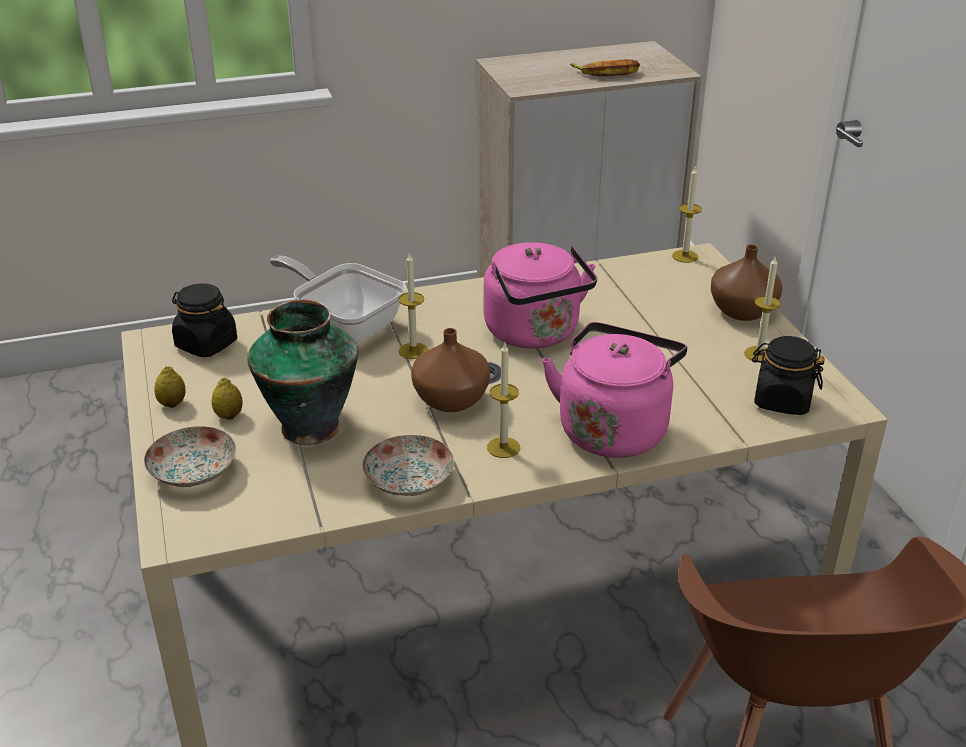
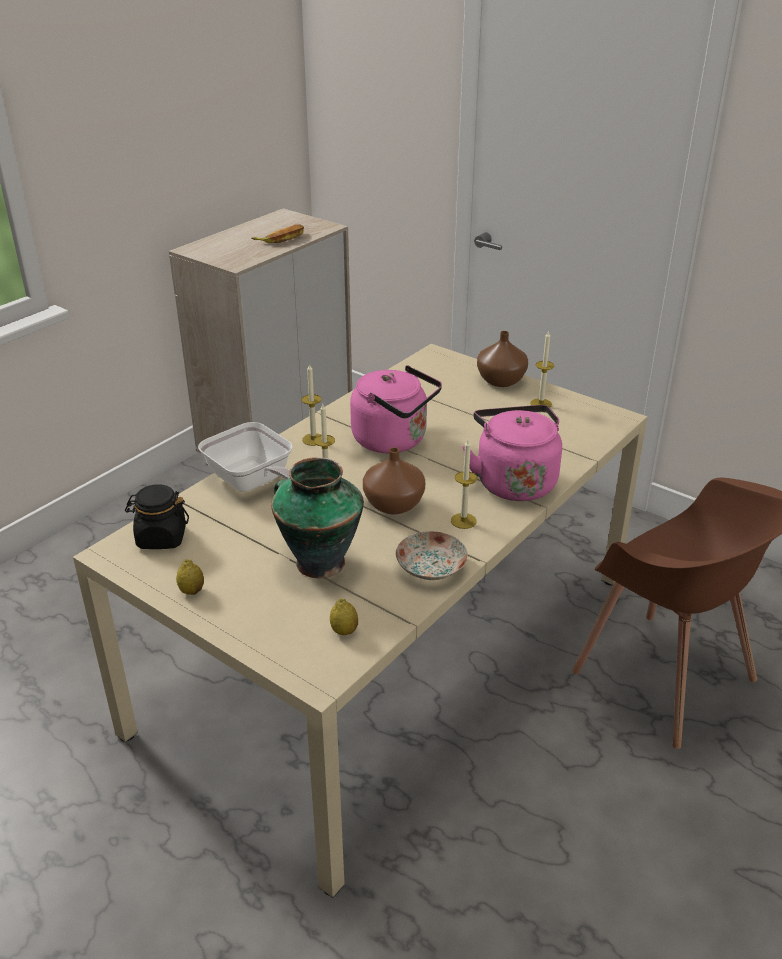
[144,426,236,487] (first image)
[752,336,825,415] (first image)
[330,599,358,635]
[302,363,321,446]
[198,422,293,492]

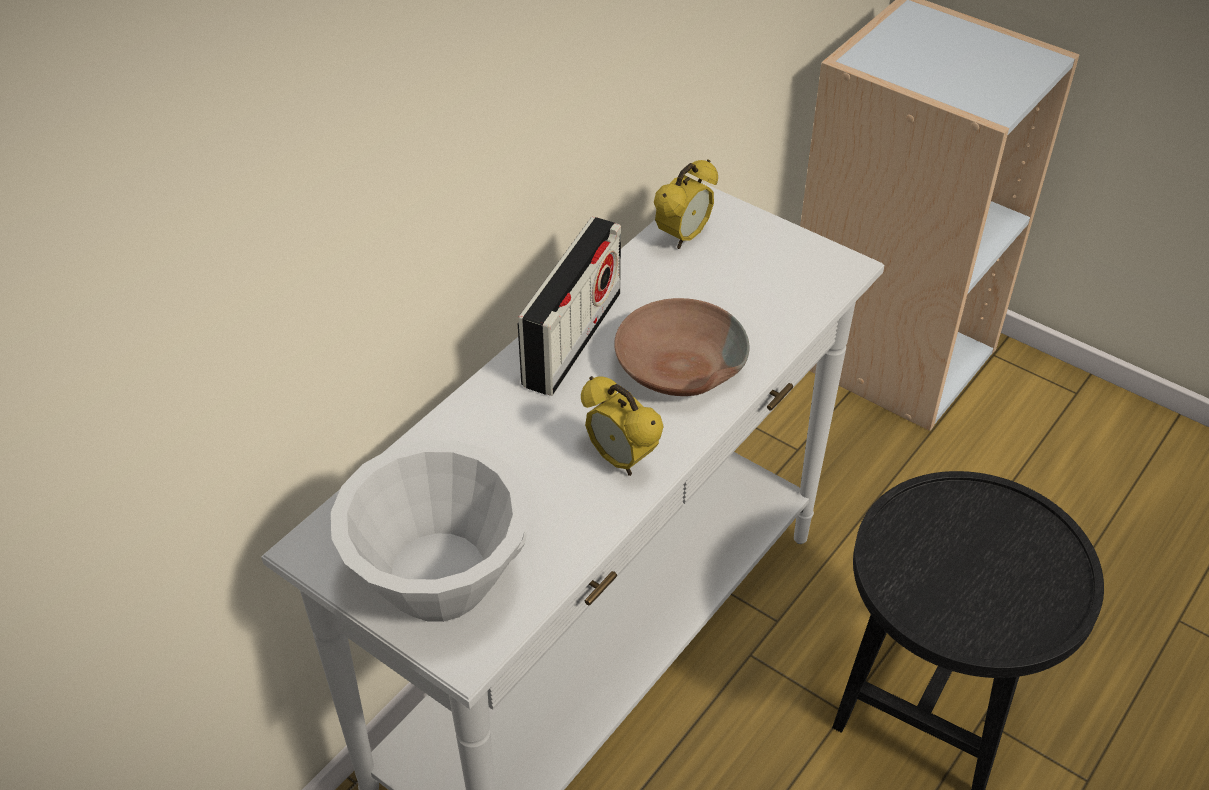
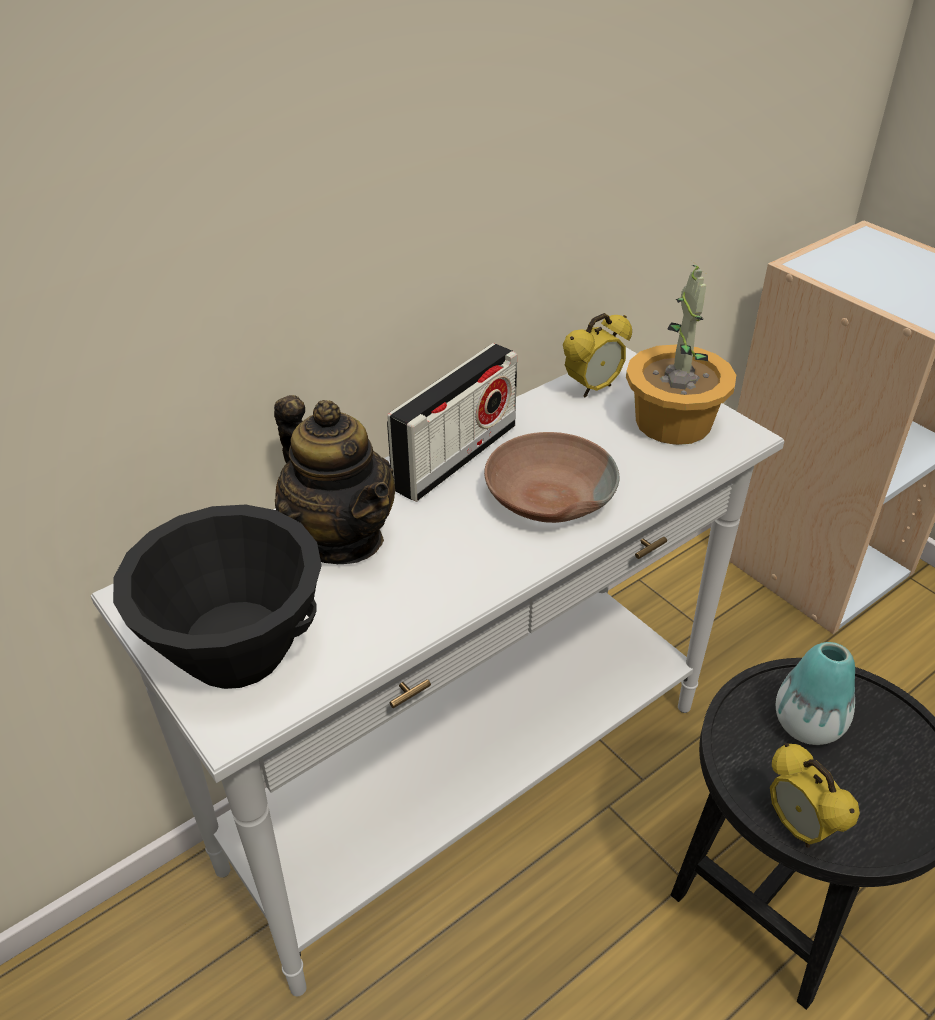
[274,395,395,564]
[626,265,736,445]
[776,642,855,745]
[770,743,860,848]
[113,505,322,689]

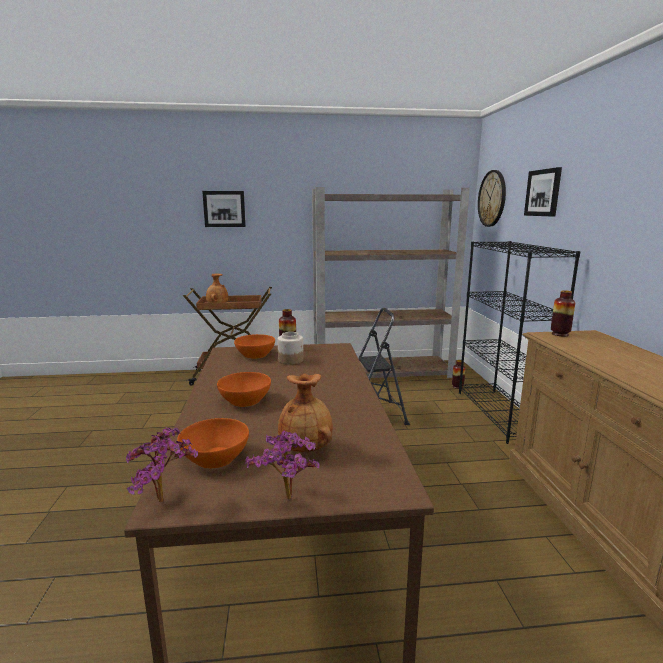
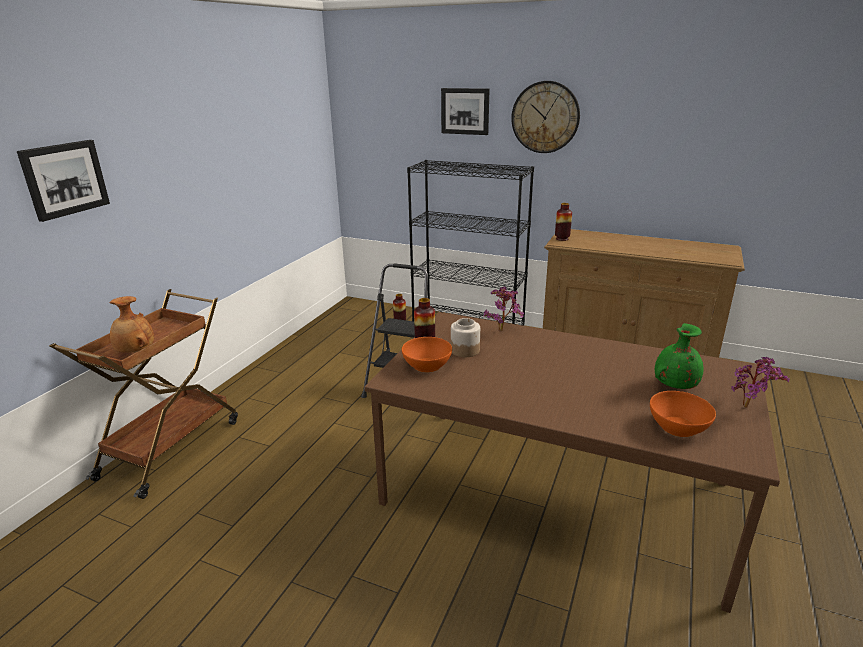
[217,372,271,407] (first image)
[312,187,470,378] (first image)
[484,286,524,331]
[511,81,580,153]
[655,323,703,389]

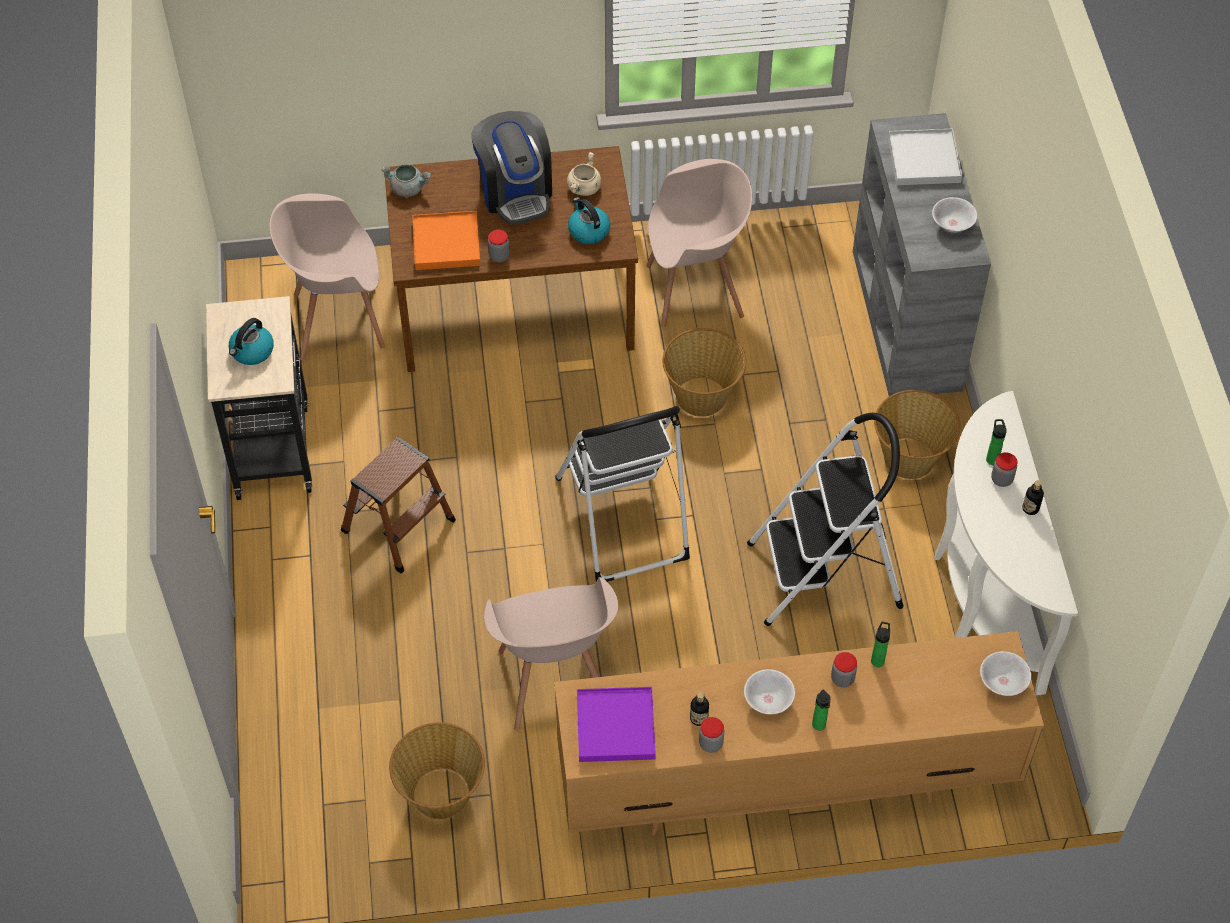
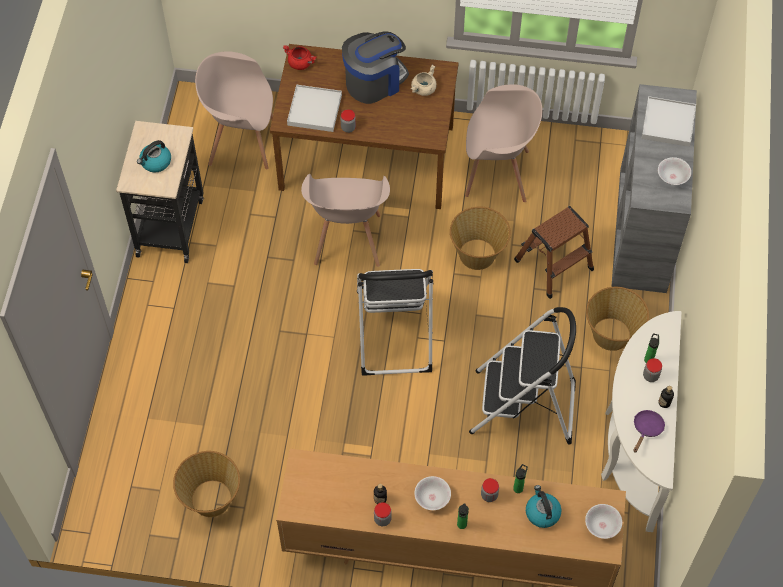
[577,687,656,762] (first image)
[633,410,665,453]
[514,206,594,299]
[301,174,390,267]
[526,485,561,528]
[283,45,317,70]
[287,85,342,132]
[342,31,409,104]

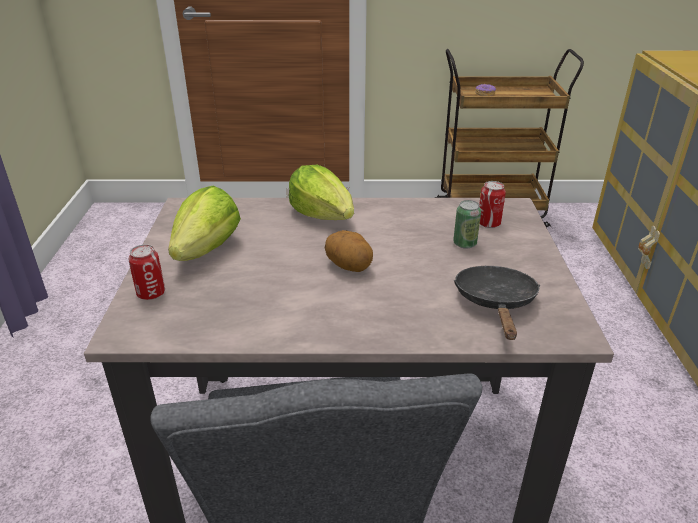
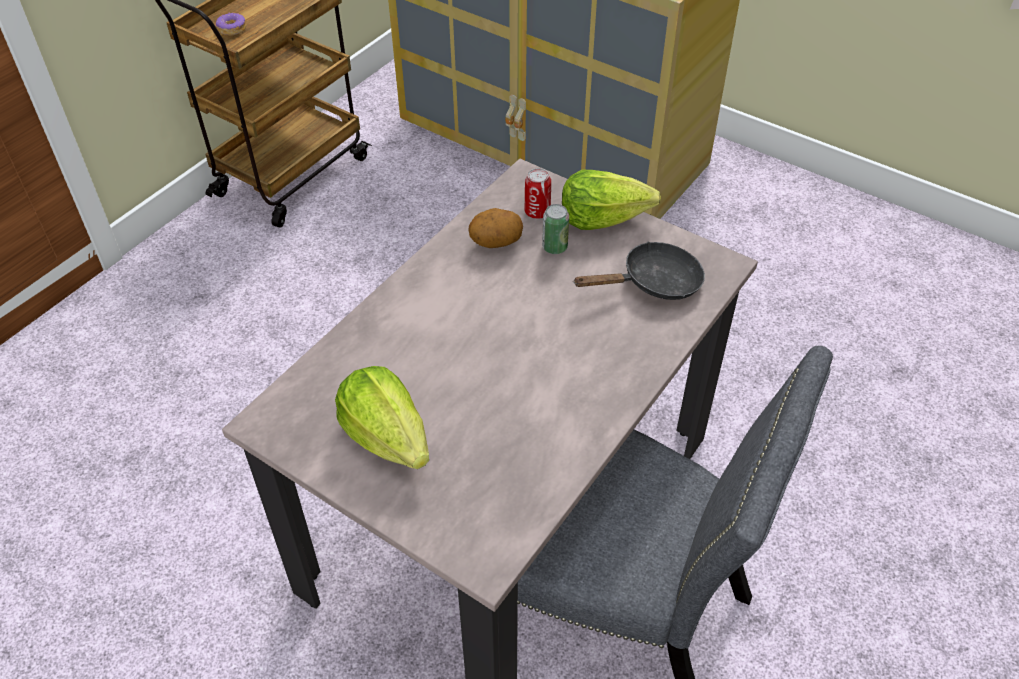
[128,244,165,300] (first image)
[562,170,661,230]
[468,208,523,248]
[573,242,705,300]

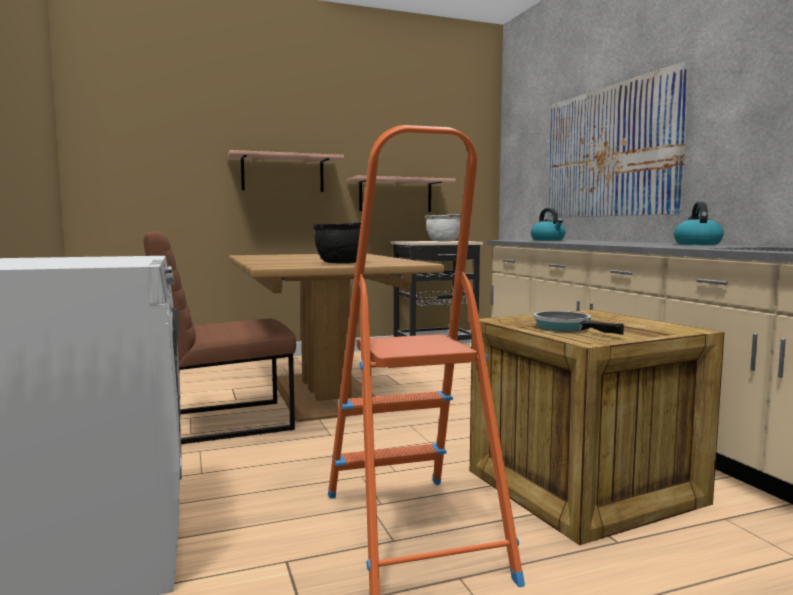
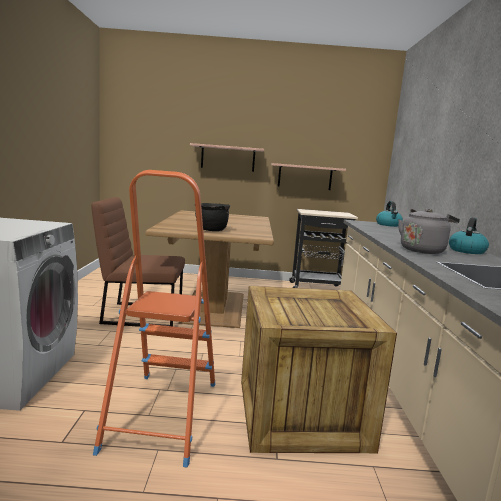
[425,214,461,241] (first image)
[533,311,624,335] (first image)
[547,61,690,218] (first image)
[398,209,460,254]

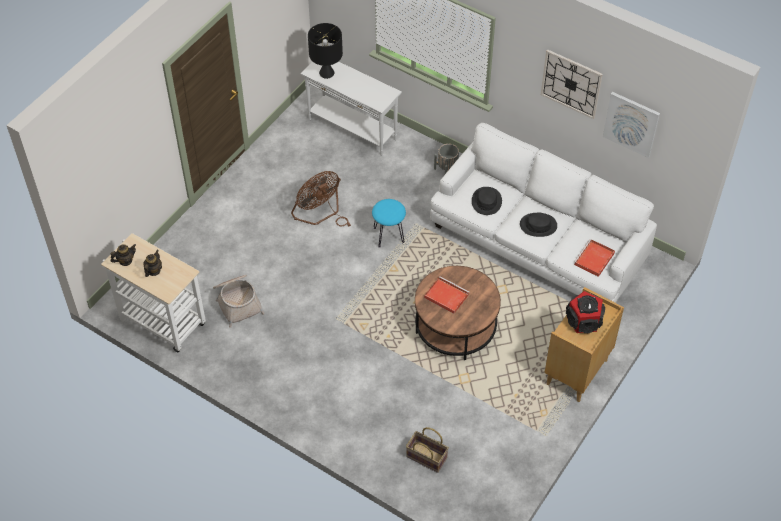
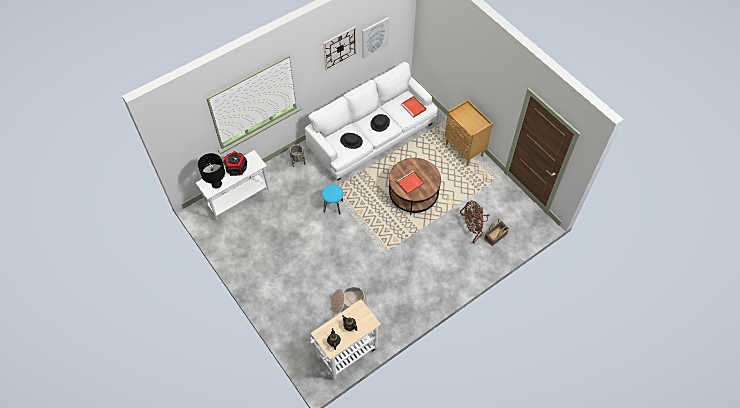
[460,200,490,243]
[223,151,247,176]

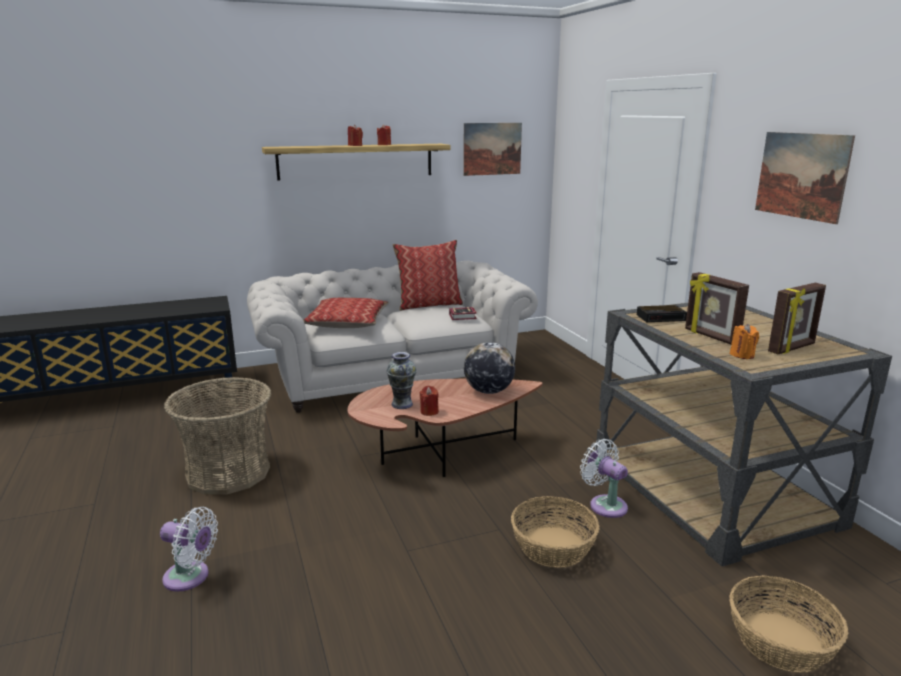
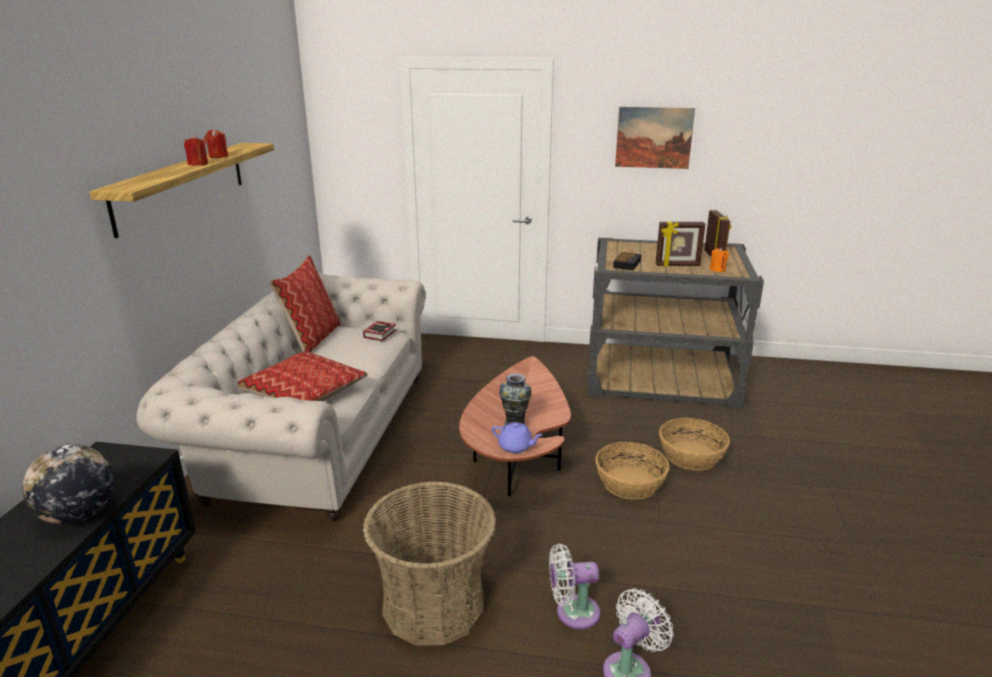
[419,386,439,416] (first image)
[463,123,522,176] (first image)
[492,422,543,453]
[23,444,114,525]
[549,544,600,629]
[595,442,669,500]

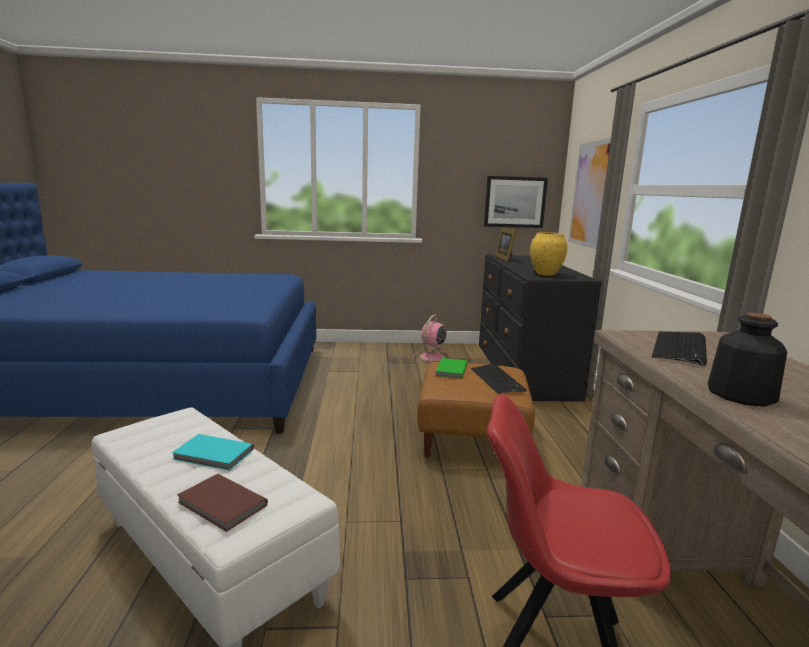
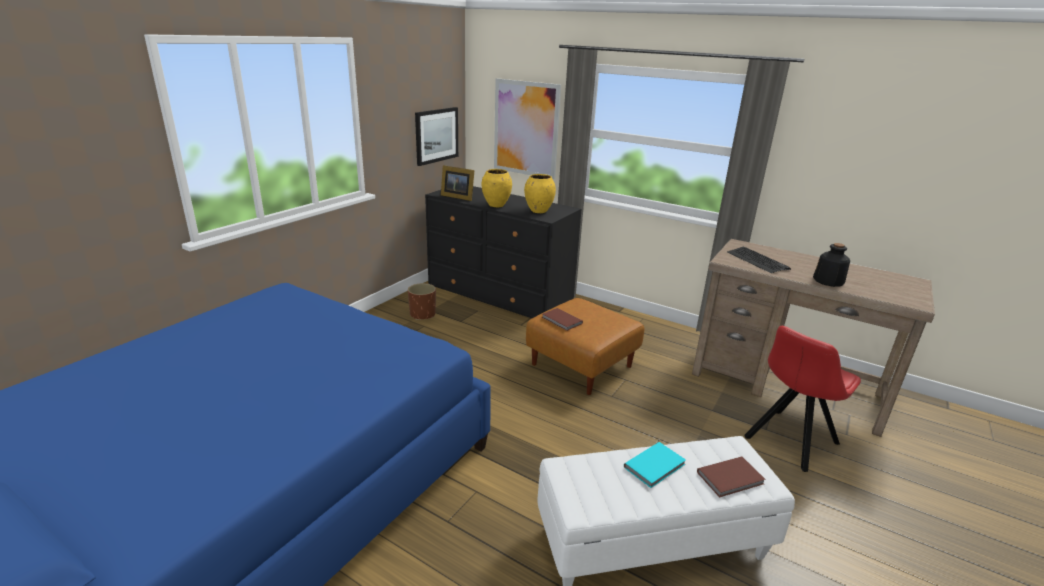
[471,364,527,394] (first image)
[482,169,512,207]
[408,283,436,320]
[542,308,583,331]

